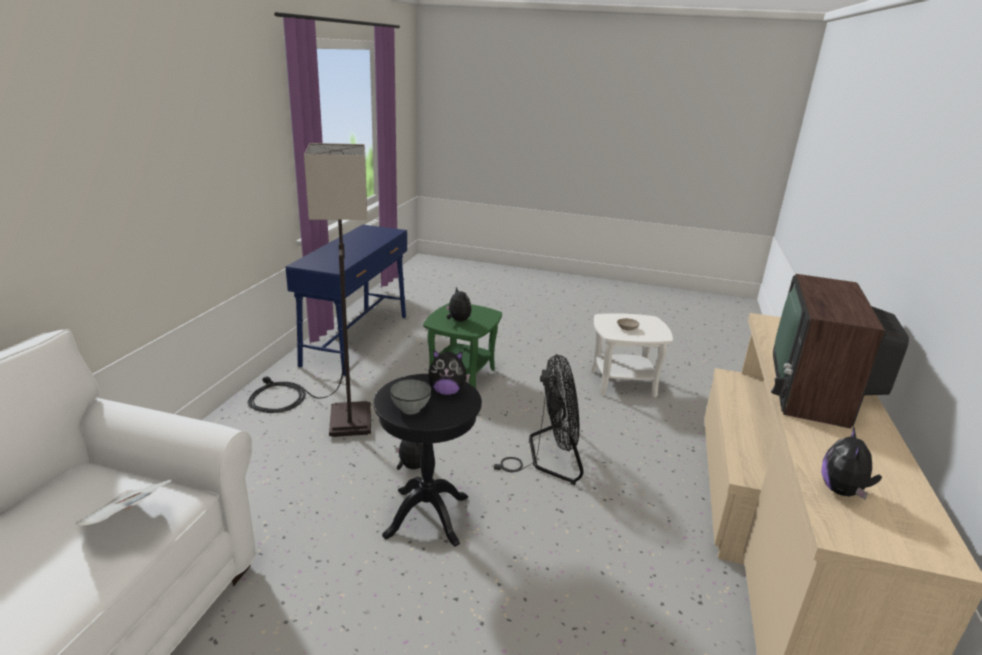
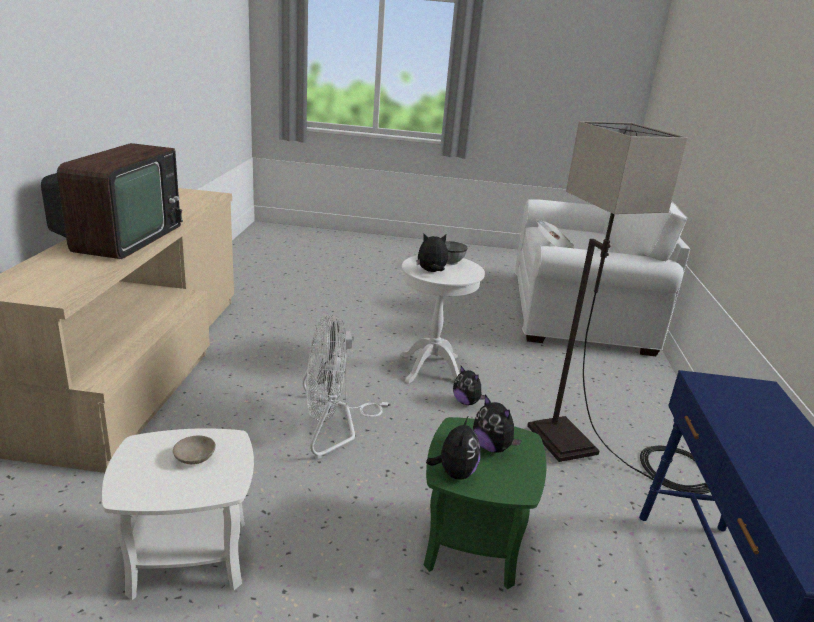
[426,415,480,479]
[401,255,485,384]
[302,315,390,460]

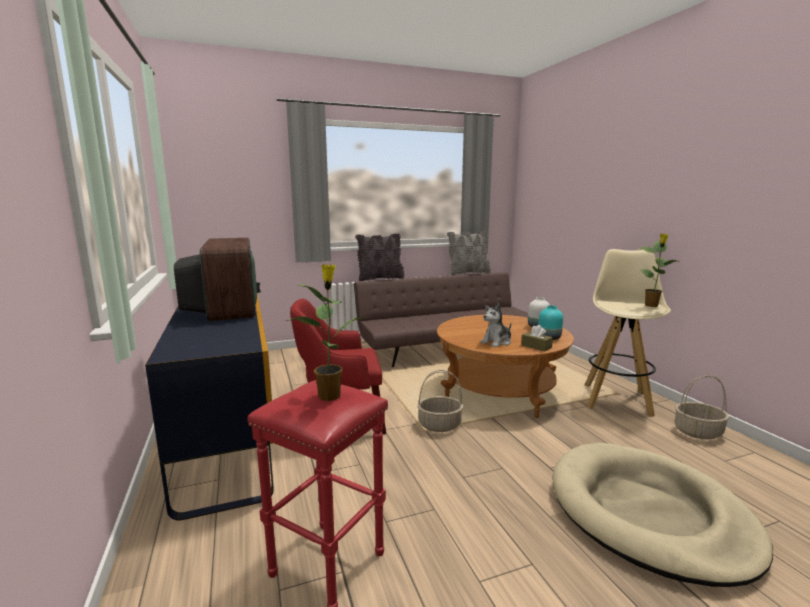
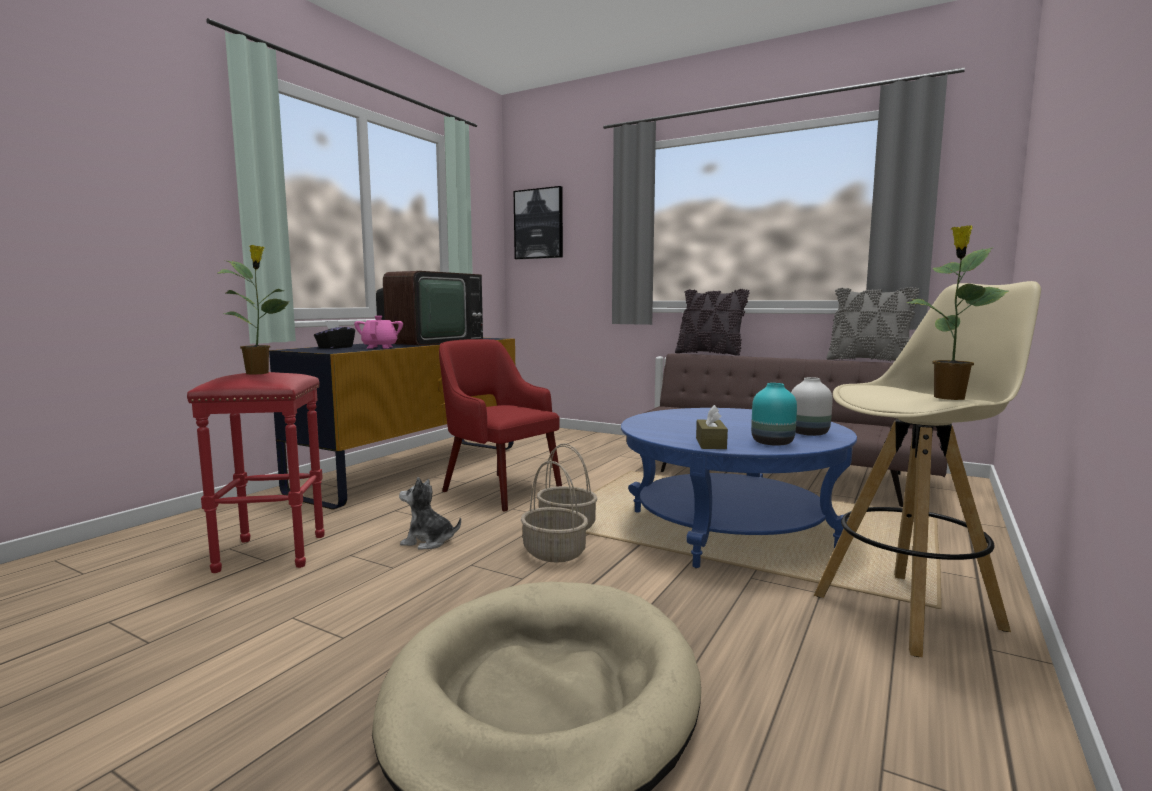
[314,320,355,349]
[354,316,403,349]
[514,186,563,259]
[399,477,461,550]
[521,461,588,563]
[621,408,857,568]

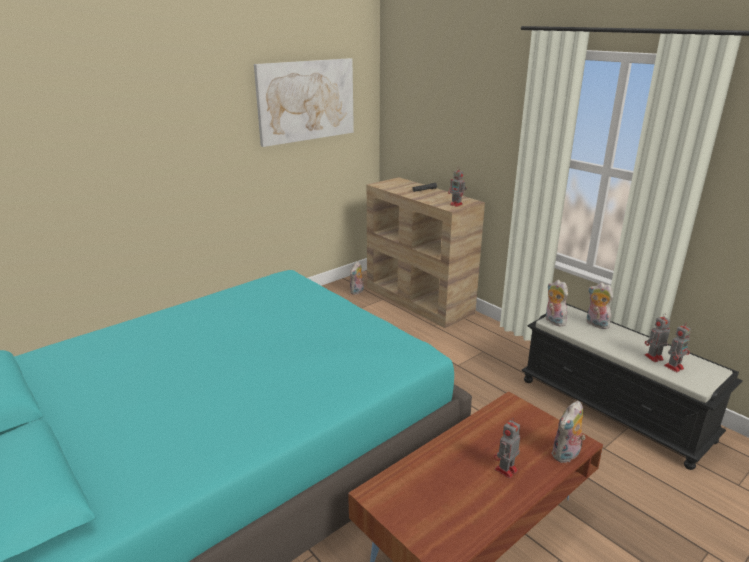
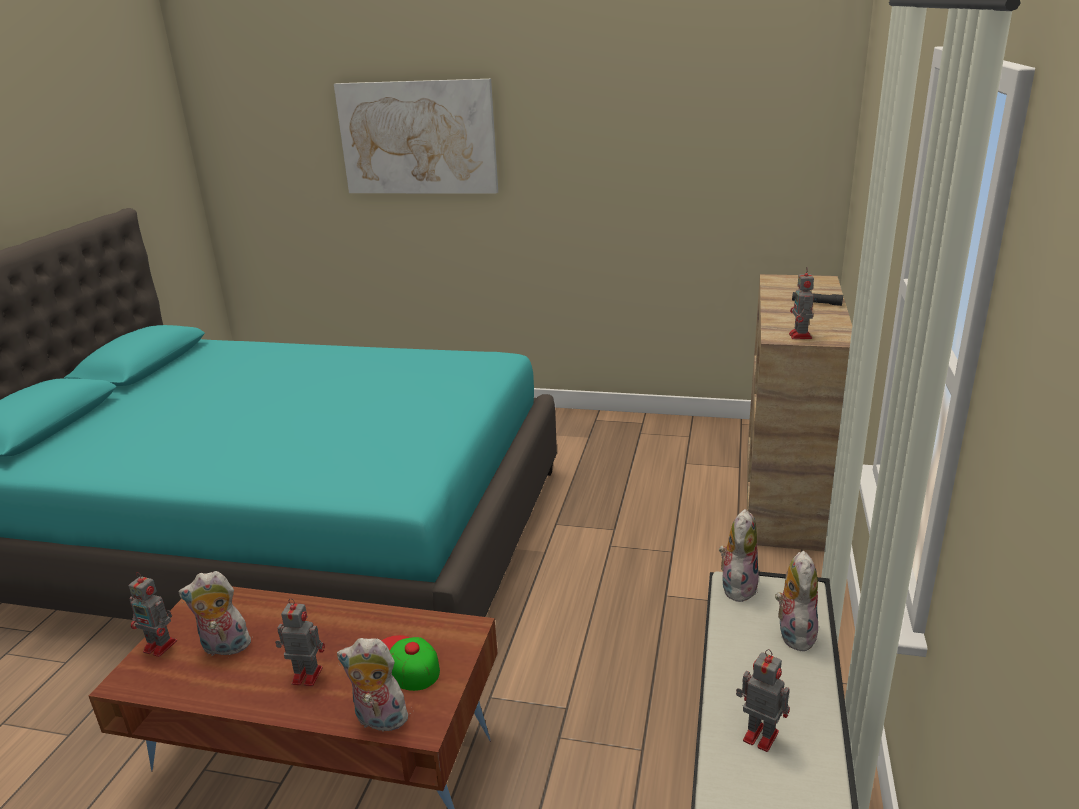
[381,635,440,691]
[334,79,498,194]
[178,571,254,656]
[129,572,177,657]

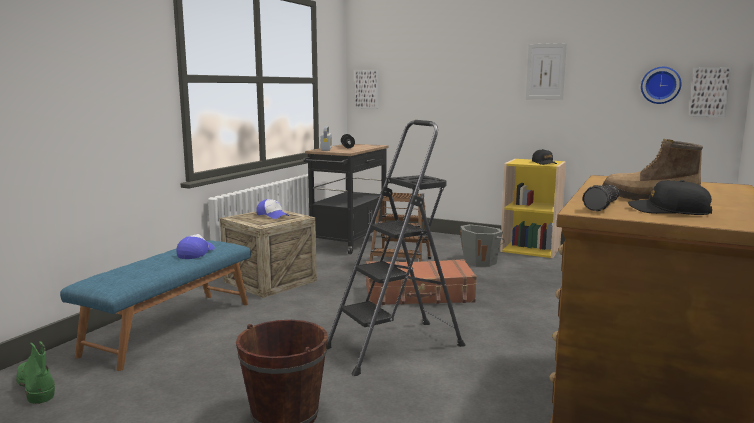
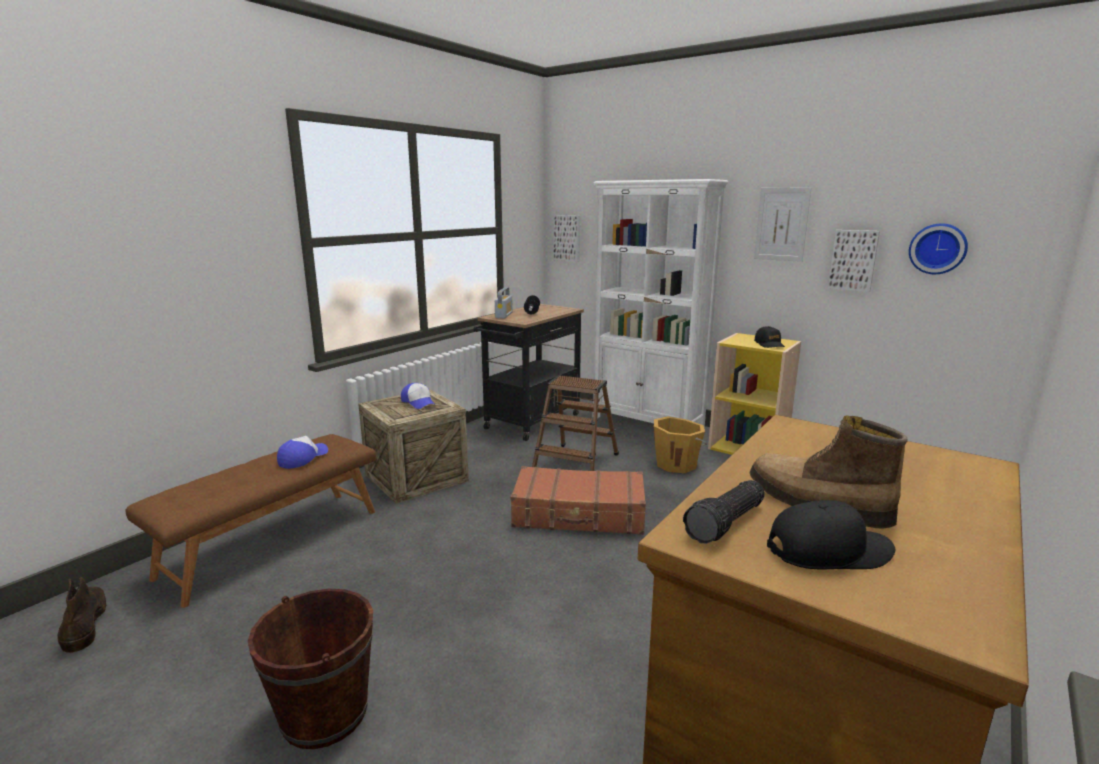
[326,120,466,376] (first image)
[593,179,728,428]
[828,230,880,292]
[57,577,106,654]
[126,434,376,608]
[654,416,707,473]
[767,500,895,570]

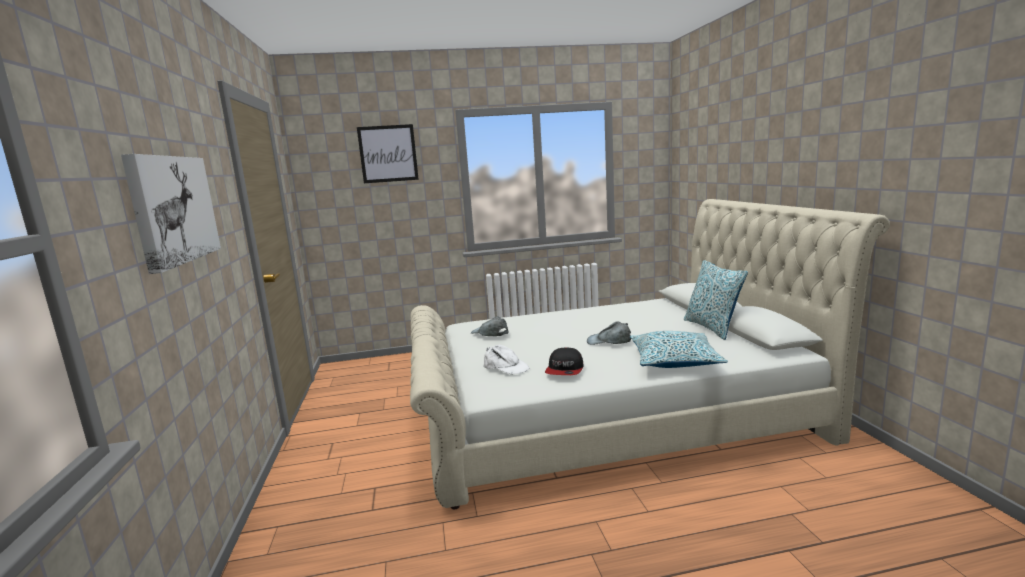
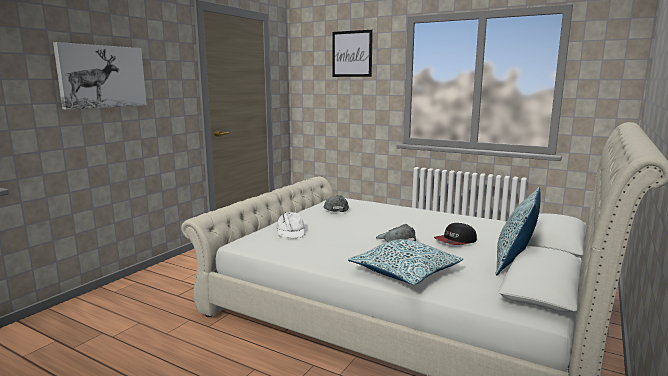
[434,223,477,245]

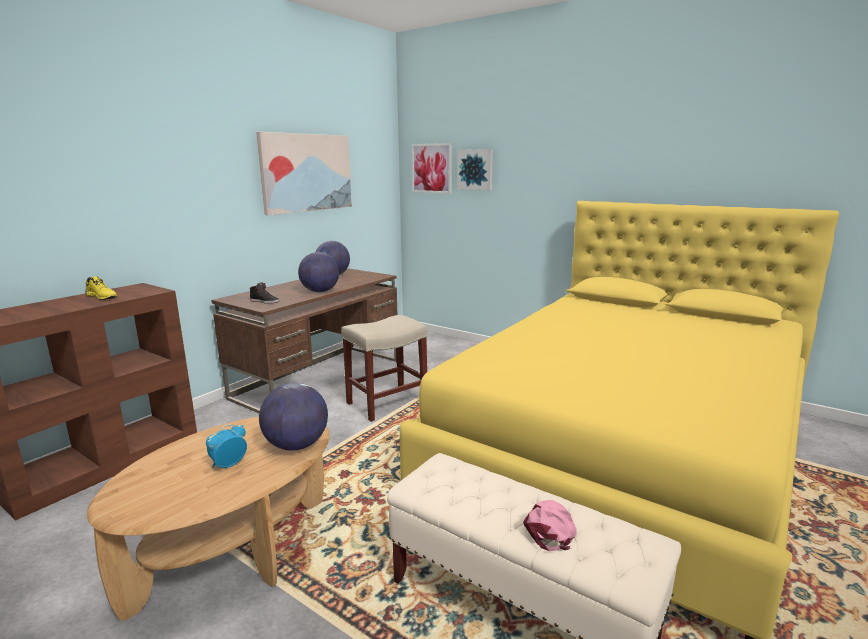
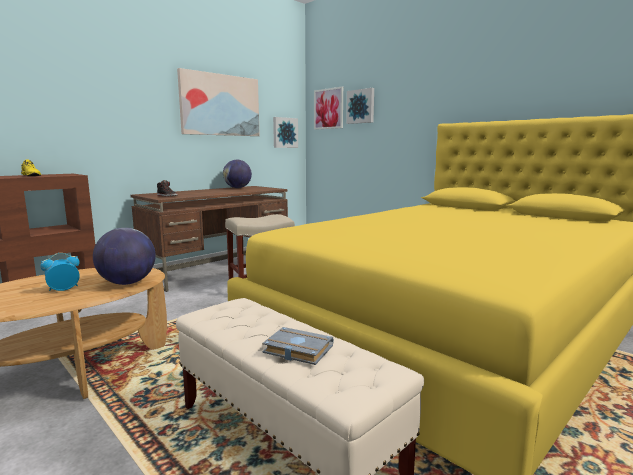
[298,252,339,292] (first image)
[273,117,298,148]
[262,327,334,365]

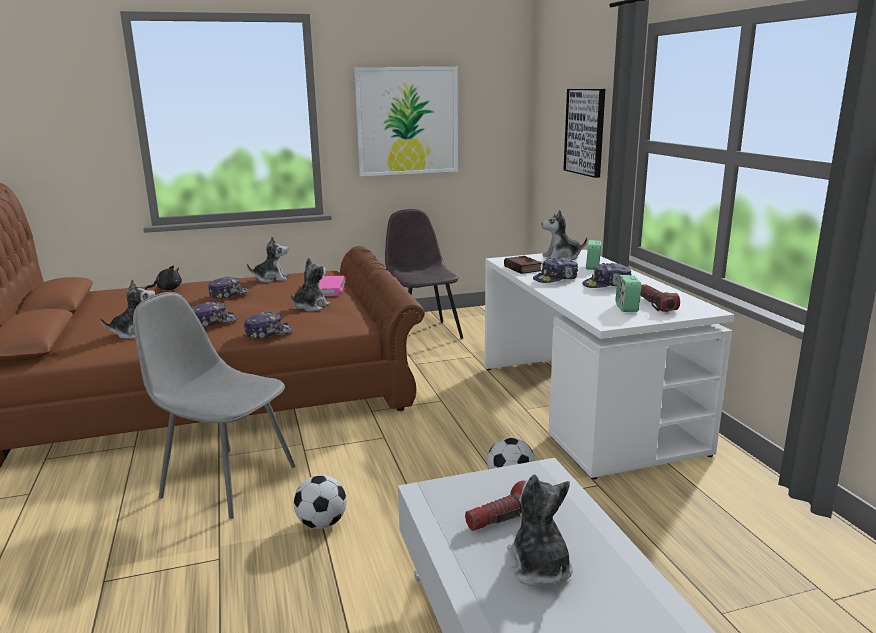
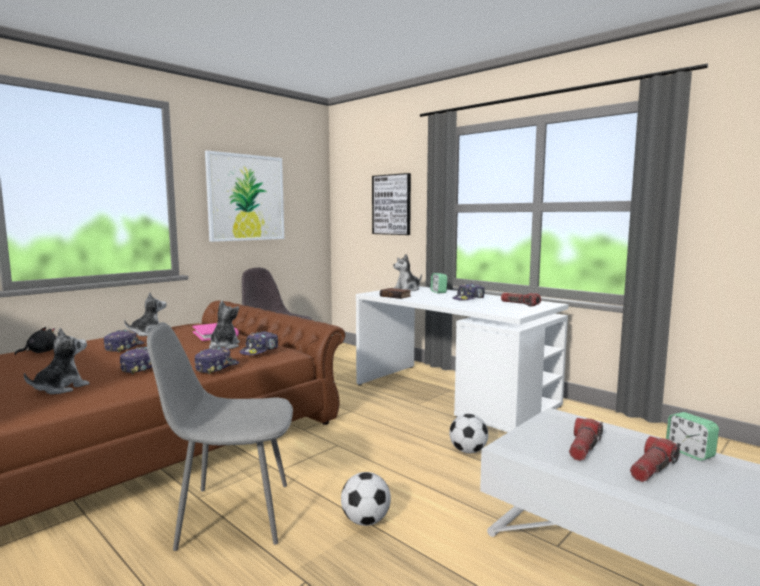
[240,331,278,355]
[666,412,719,461]
[630,436,680,482]

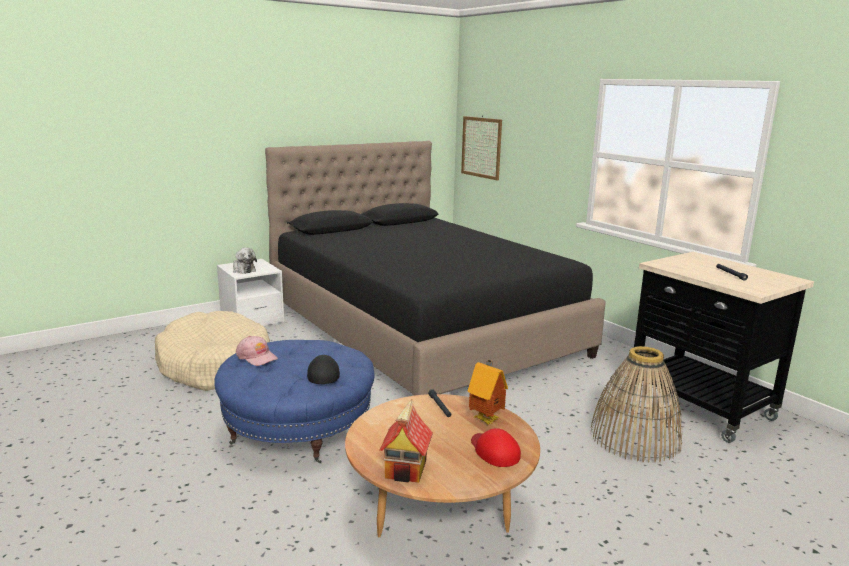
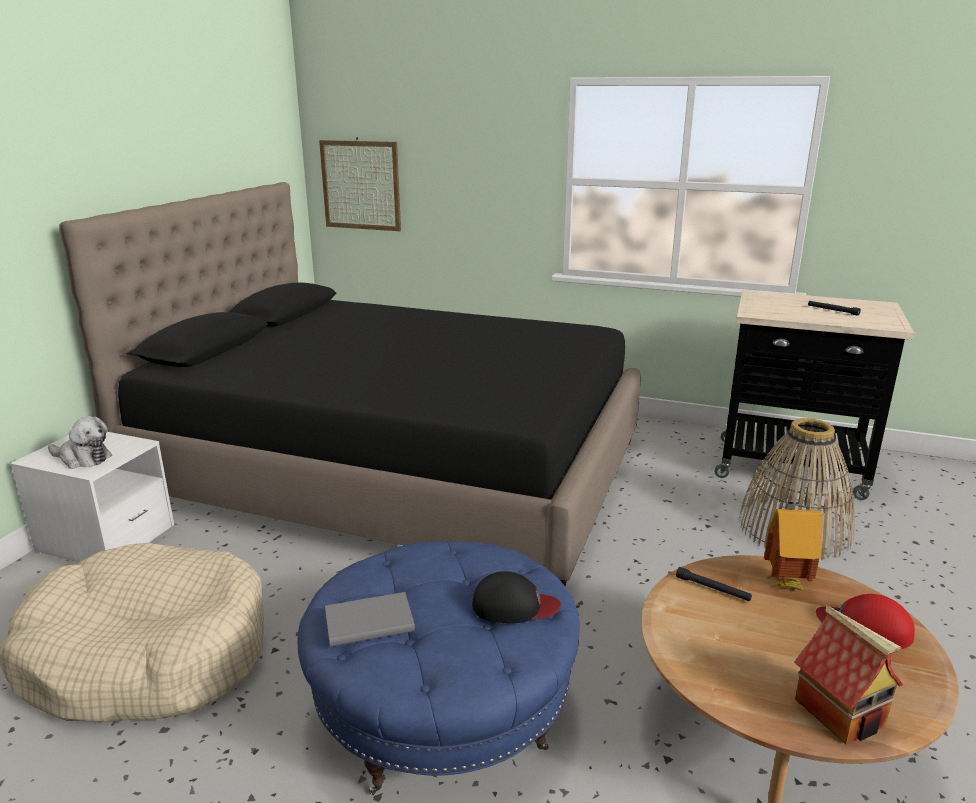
[325,592,415,647]
[472,572,561,623]

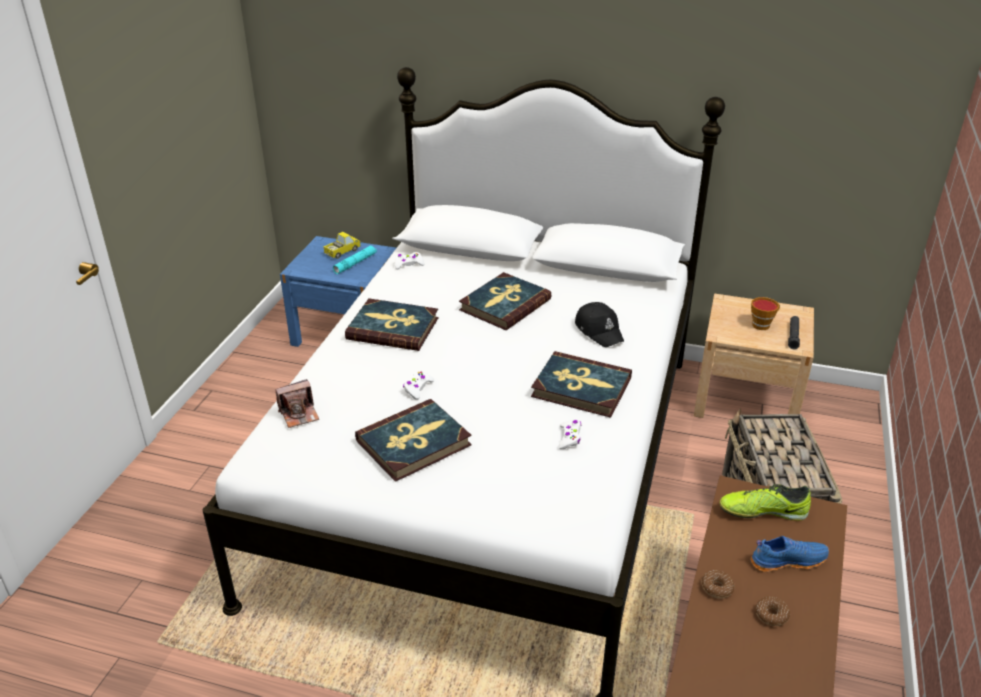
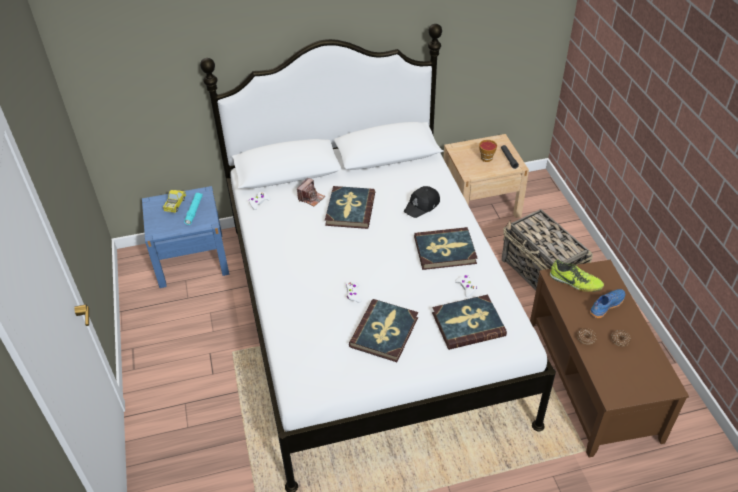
[297,178,325,207]
[432,295,507,350]
[404,186,440,218]
[550,259,604,292]

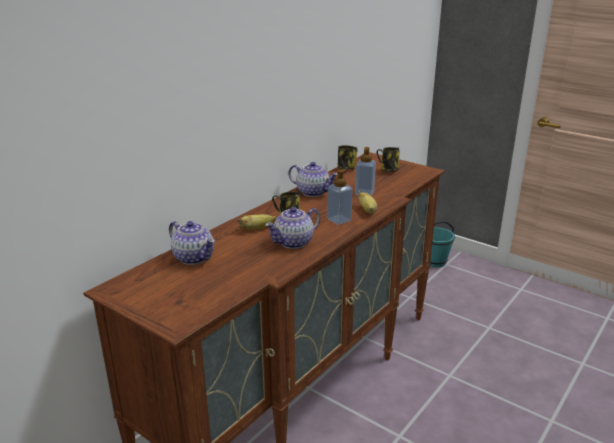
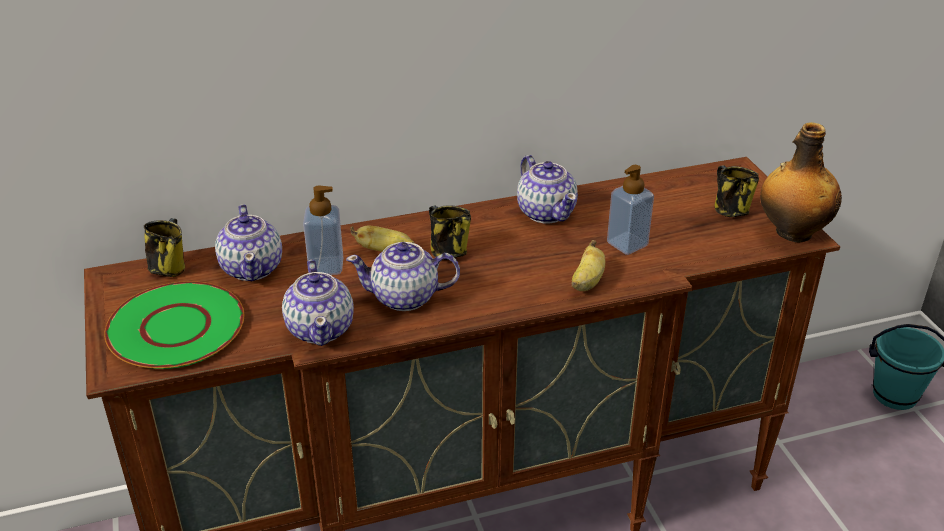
[104,281,244,369]
[282,259,354,346]
[760,122,842,242]
[303,186,343,275]
[144,218,185,277]

